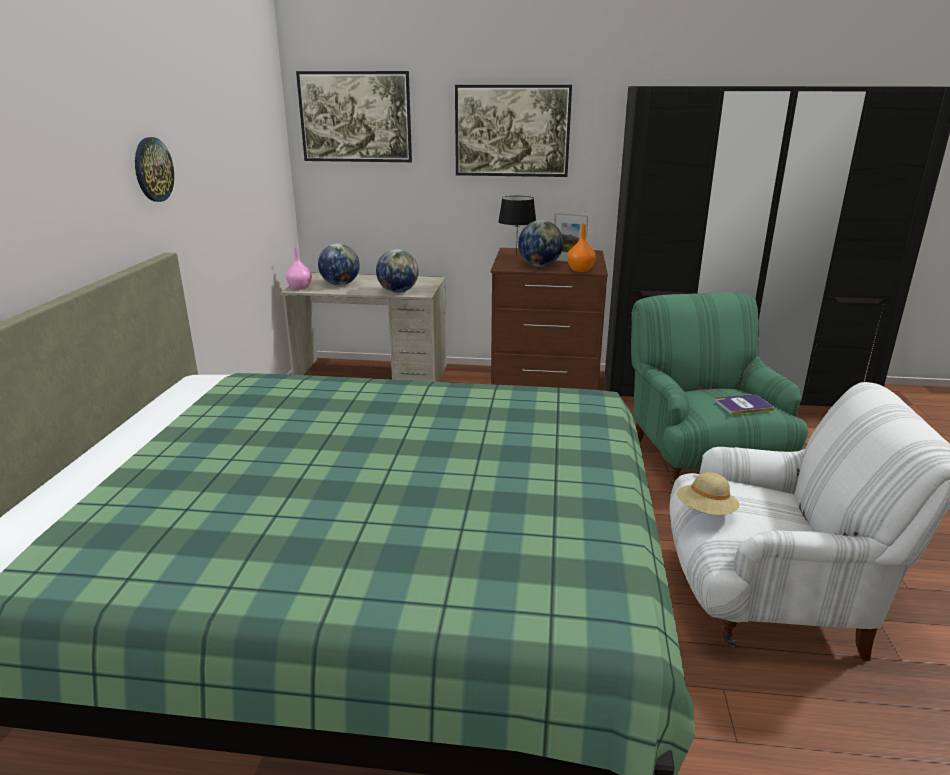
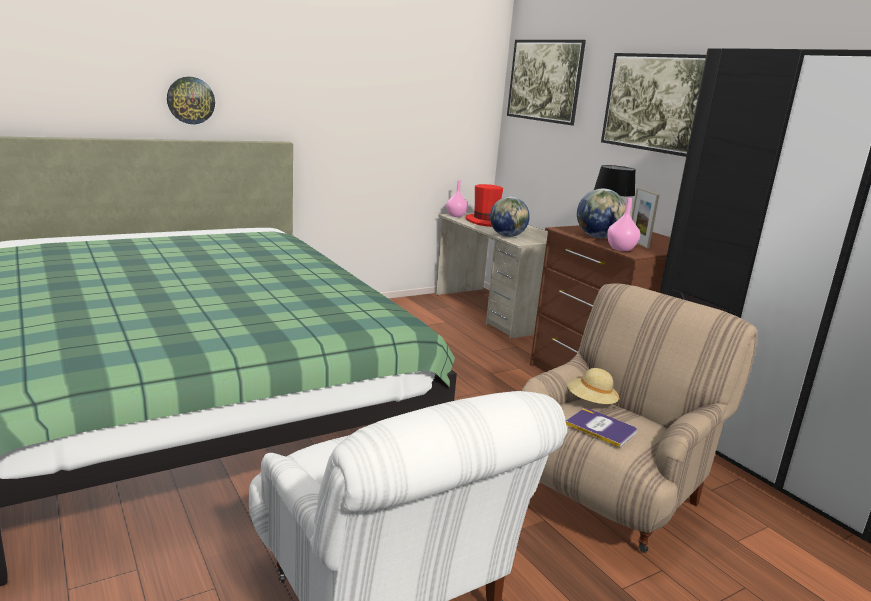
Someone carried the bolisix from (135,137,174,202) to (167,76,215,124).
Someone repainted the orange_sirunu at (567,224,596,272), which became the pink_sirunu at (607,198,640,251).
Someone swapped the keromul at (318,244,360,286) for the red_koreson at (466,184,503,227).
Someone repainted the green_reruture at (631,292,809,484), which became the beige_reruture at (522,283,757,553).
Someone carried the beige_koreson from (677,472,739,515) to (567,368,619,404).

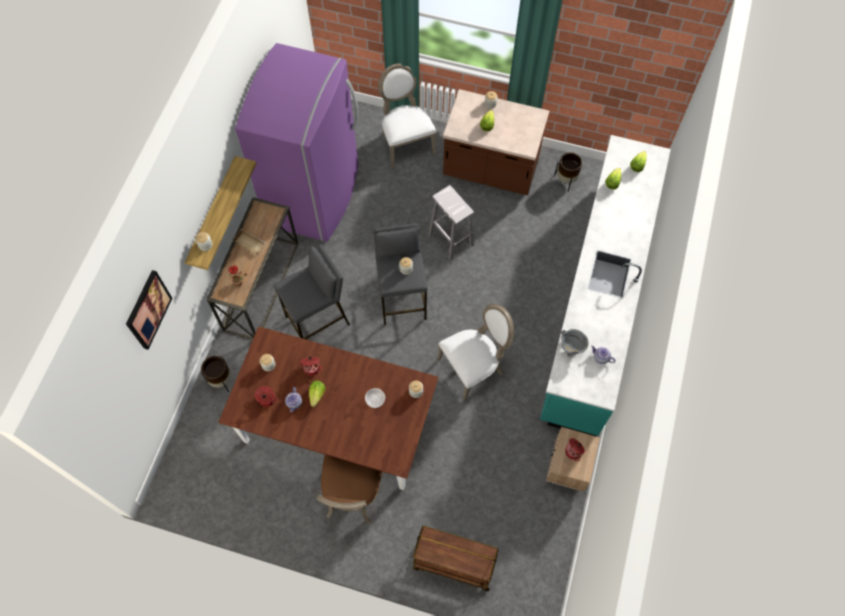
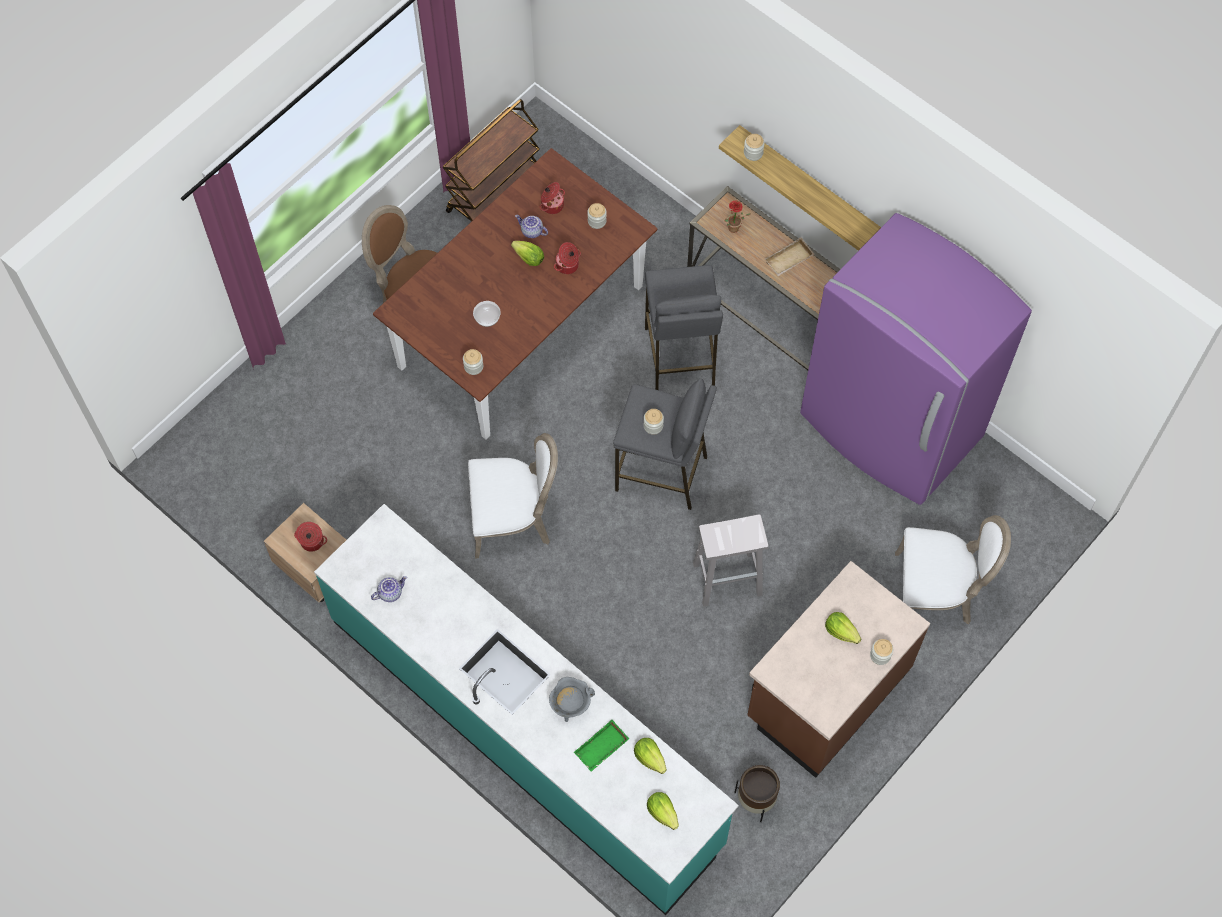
Someone took away the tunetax at (126,270,172,350).
Someone rotated the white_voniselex at (437,304,514,402) by 90 degrees counterclockwise.
Someone carried the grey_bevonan from (561,329,589,357) to (549,677,595,722).
Someone took away the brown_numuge at (201,356,231,392).
Someone carried the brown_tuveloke from (413,526,499,591) to (443,99,539,222).
Someone put down the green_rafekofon at (574,720,629,772).

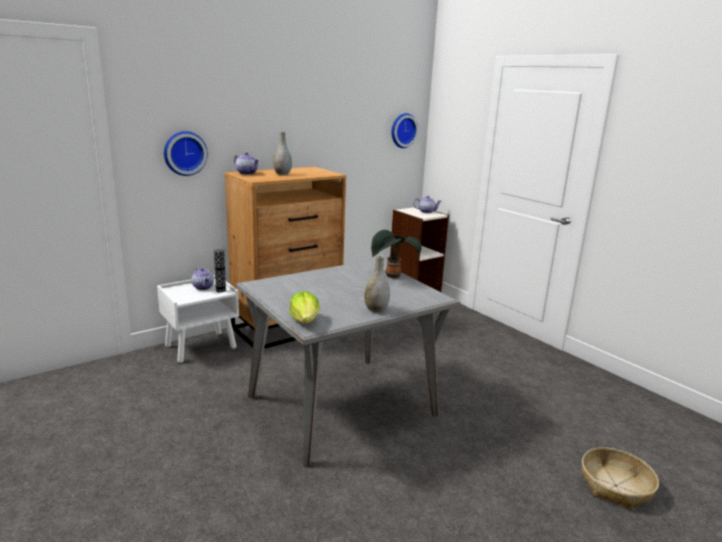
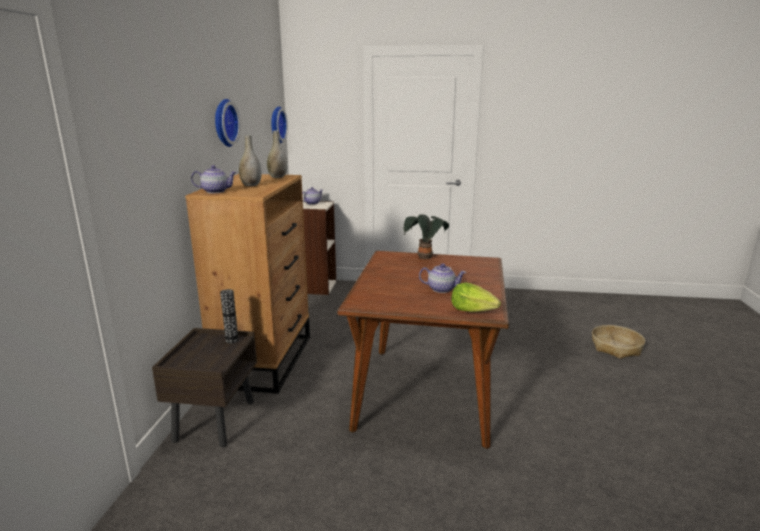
Someone carried the bolisix from (164,131,208,176) to (215,99,240,147).
Someone carried the grey_sirunu from (364,255,390,312) to (267,130,287,178).
Someone repainted the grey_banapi at (236,260,461,467), which became the brown_banapi at (338,251,509,449).
Someone carried the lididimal from (192,268,214,290) to (419,264,466,293).
Someone repainted the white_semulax at (157,275,239,363), which became the brown_semulax at (152,328,257,447).

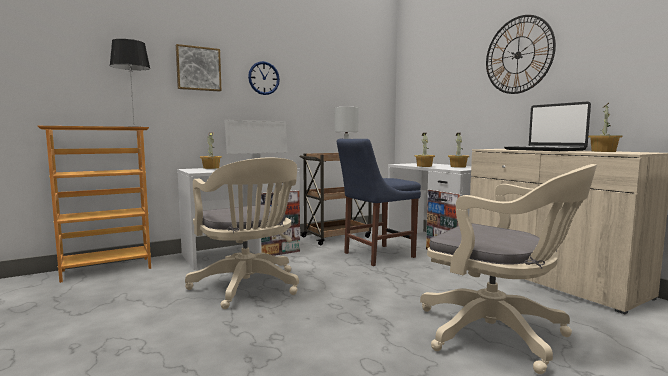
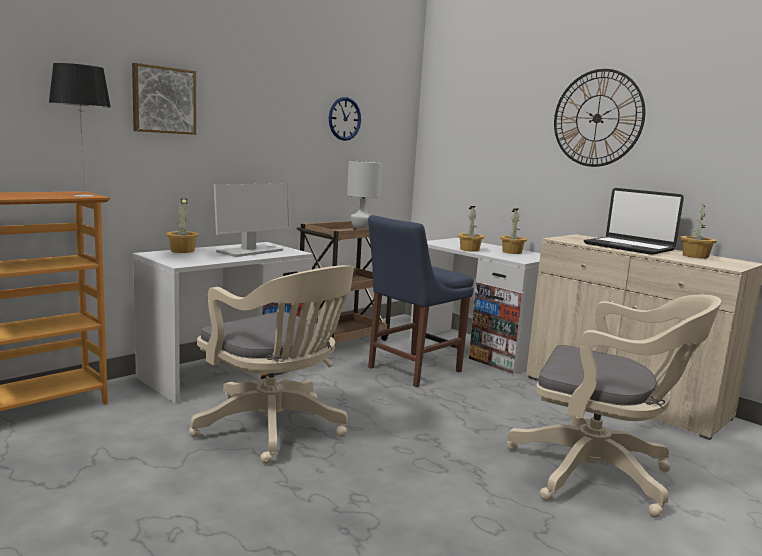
Someone carried the bolisix from (248,61,280,95) to (329,97,361,141).

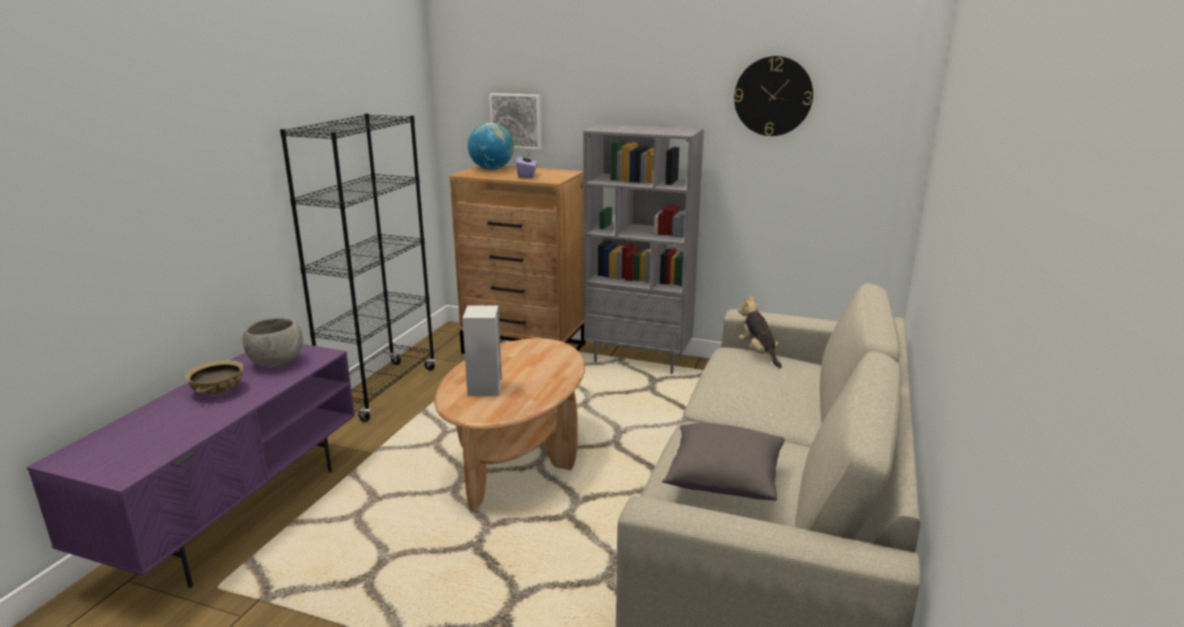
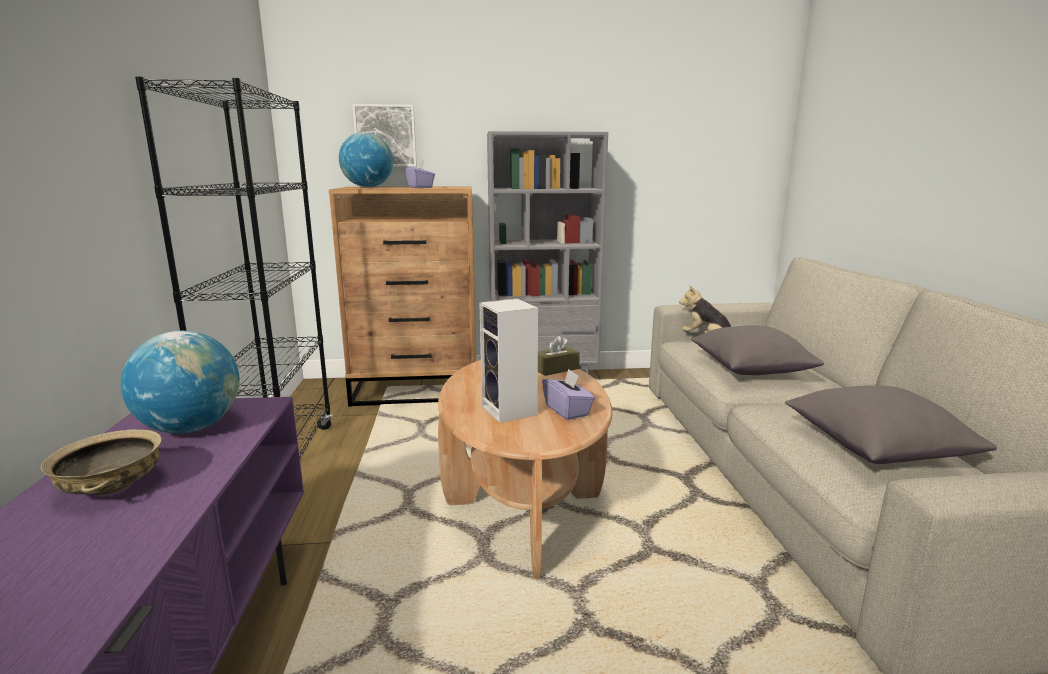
Someone took away the bolisix at (734,56,813,136).
Someone swapped the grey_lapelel at (243,318,303,367) for the keromul at (120,331,240,434).
Someone put down the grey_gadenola at (691,325,824,375).
Someone put down the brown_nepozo at (538,336,580,376).
Someone put down the purple_nepozo at (542,369,595,420).

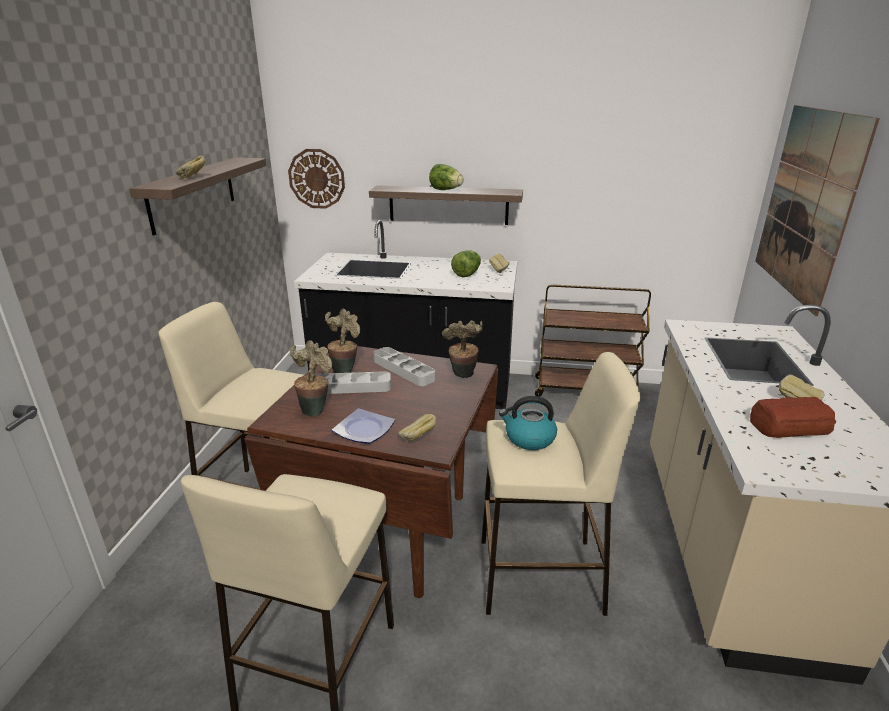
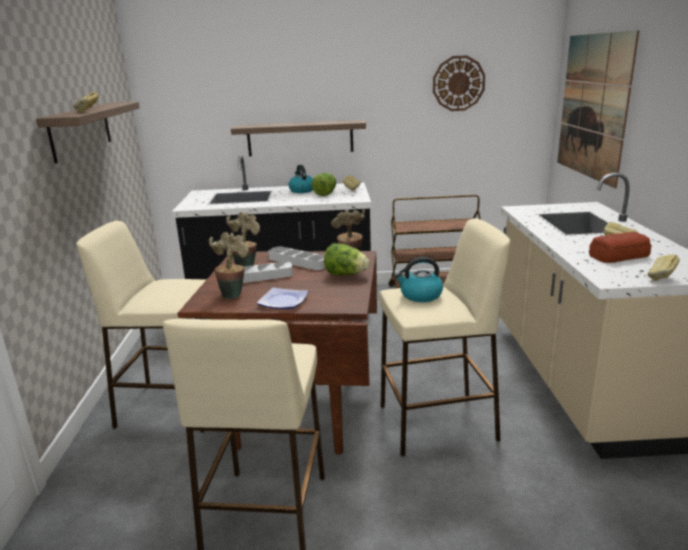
Someone carried the bolisix from (288,149,345,209) to (433,55,485,111).
Someone carried the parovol from (429,164,464,190) to (324,243,370,275).
Someone carried the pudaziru from (398,414,436,442) to (648,254,680,281).
Someone put down the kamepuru at (288,165,313,193).

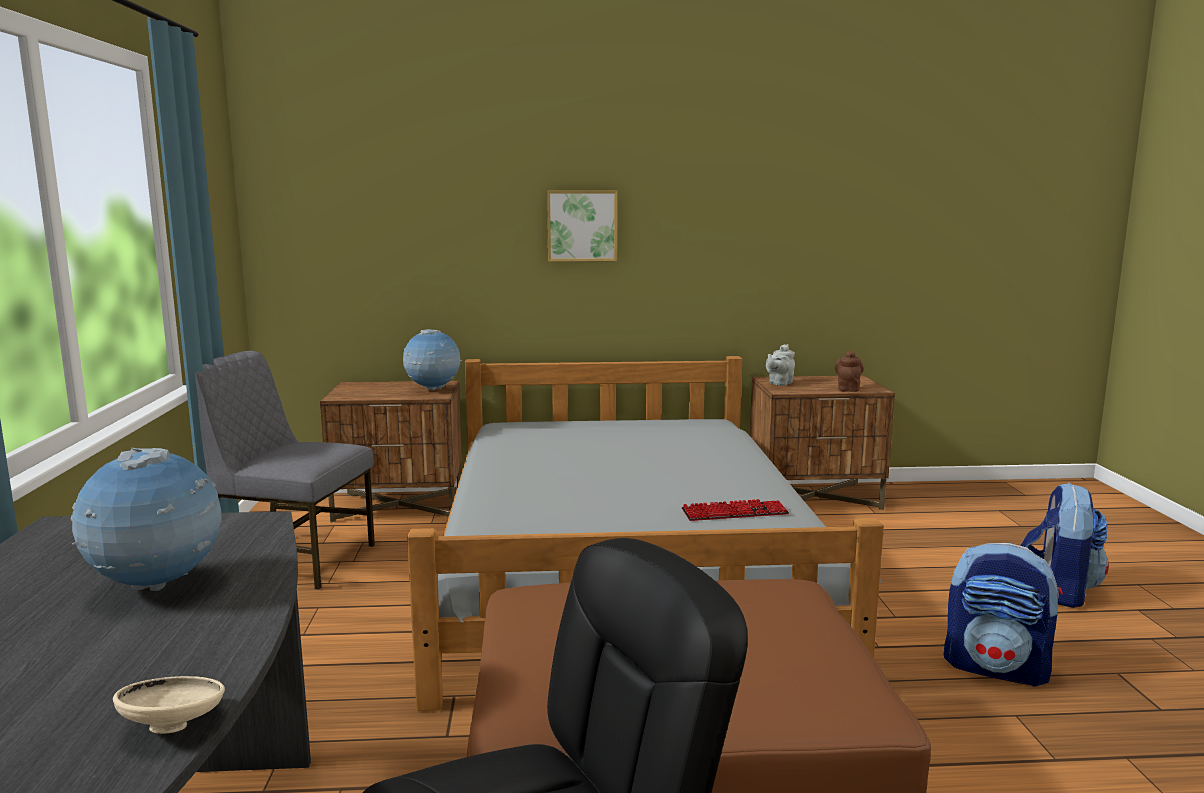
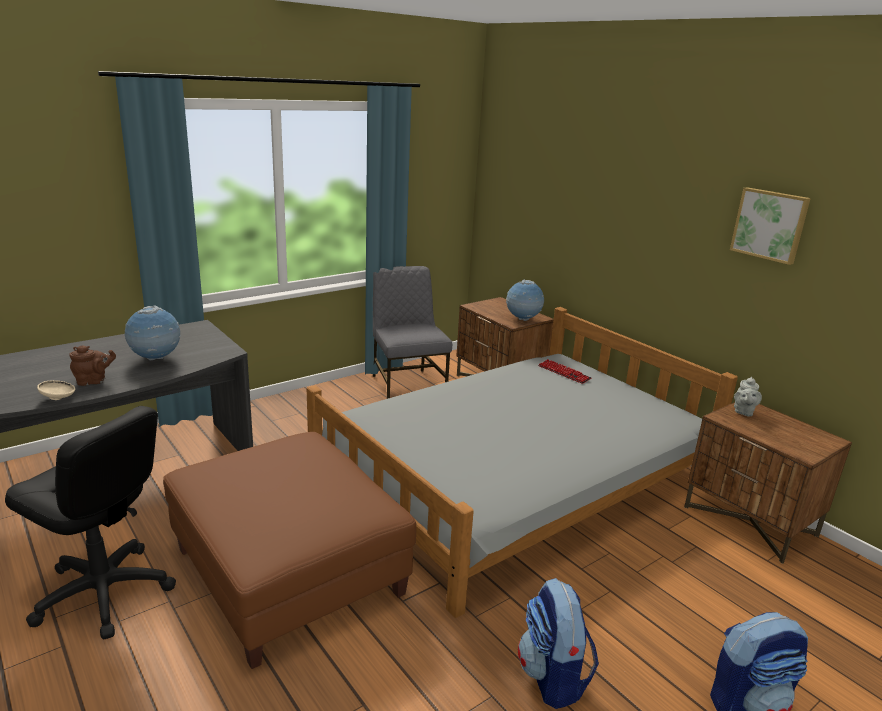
Someone carried the tunetax from (547,191,617,261) to (730,187,811,265).
Someone rotated the grey_lididimal at (766,344,795,386) by 75 degrees counterclockwise.
Someone carried the brown_lididimal from (835,351,864,392) to (69,346,116,386).
Someone carried the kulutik from (681,499,789,521) to (538,359,592,384).

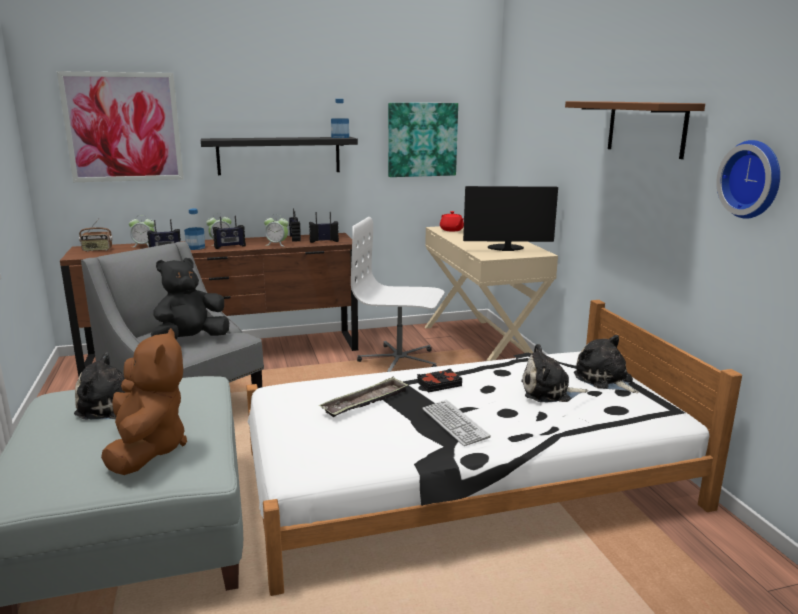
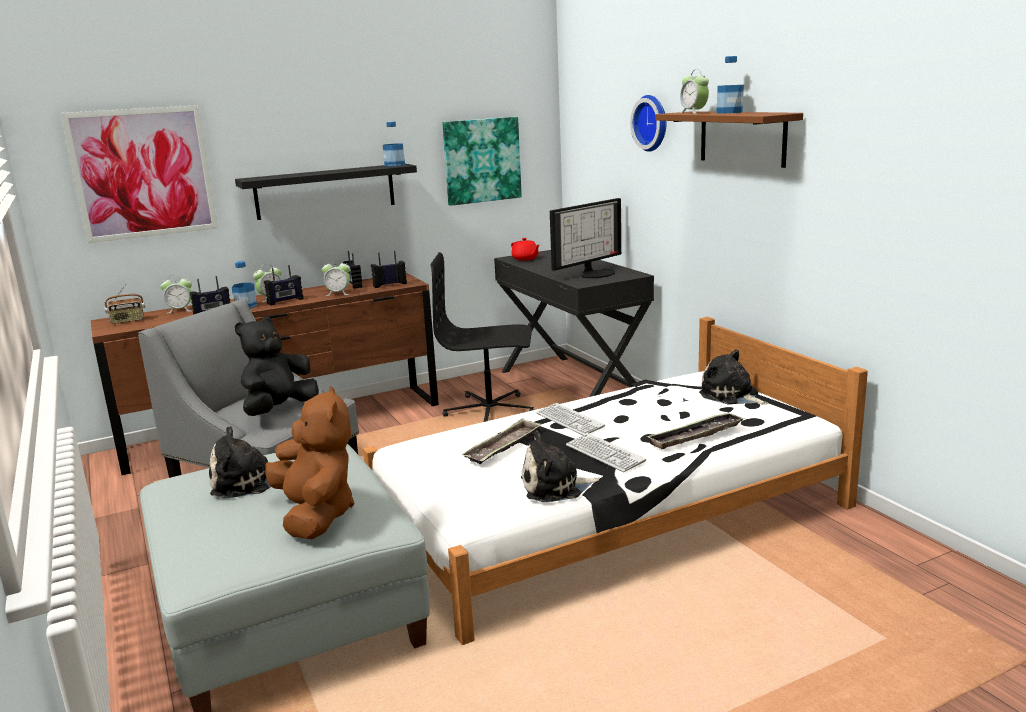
Someone carried the bolisix from (716,140,780,219) to (630,95,666,152).
Someone rotated the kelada at (463,186,558,251) by 150 degrees clockwise.
Someone repainted the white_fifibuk at (351,217,444,372), which became the black_fifibuk at (430,252,534,422).
Someone repainted the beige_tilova at (425,226,558,361), which became the black_tilova at (494,250,654,397).
Someone carried the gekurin from (521,344,588,402) to (521,430,600,502).
Someone swapped the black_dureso at (417,369,462,392) for the kulutik at (536,403,605,435).
Someone put down the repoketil at (716,56,744,114).
Someone put down the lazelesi at (680,69,709,114).
Someone put down the rafekofon at (647,412,745,449).

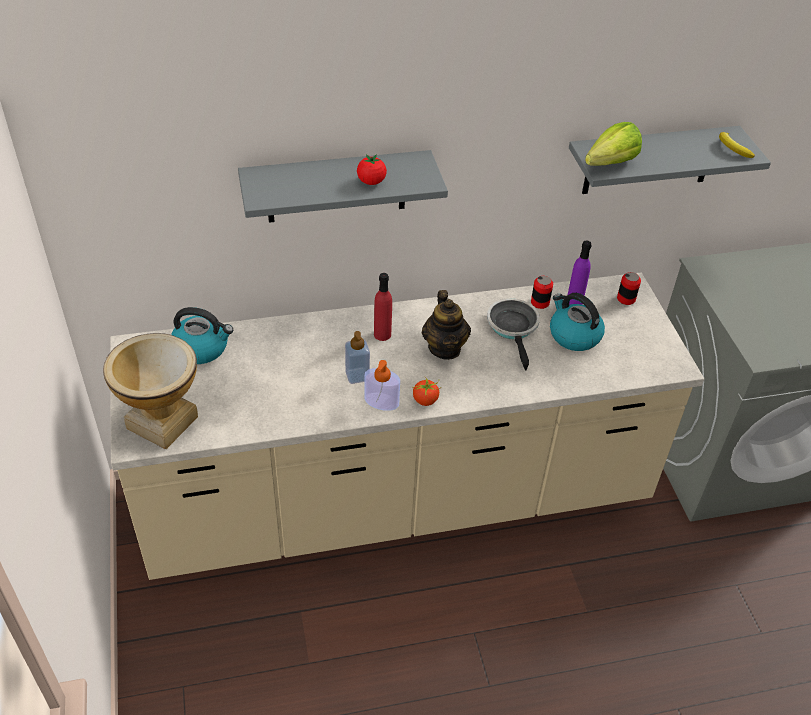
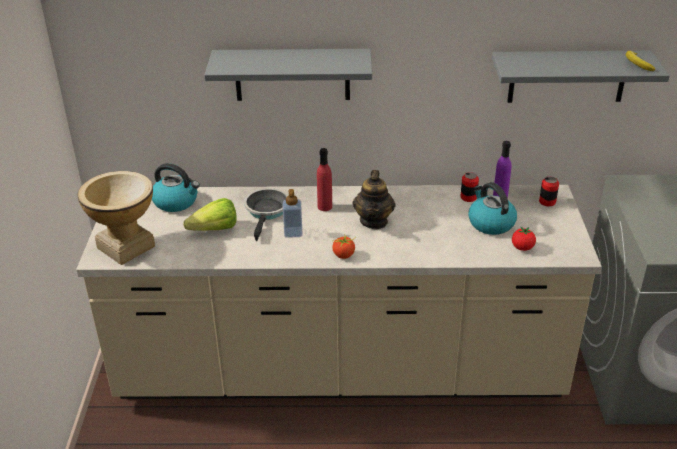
Someone carried the parovol from (585,122,642,166) to (183,198,237,231).
Someone carried the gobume from (357,154,387,185) to (512,226,536,251).
Someone carried the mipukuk from (487,298,540,371) to (244,188,288,241).
Someone took away the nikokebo at (364,360,400,411).

